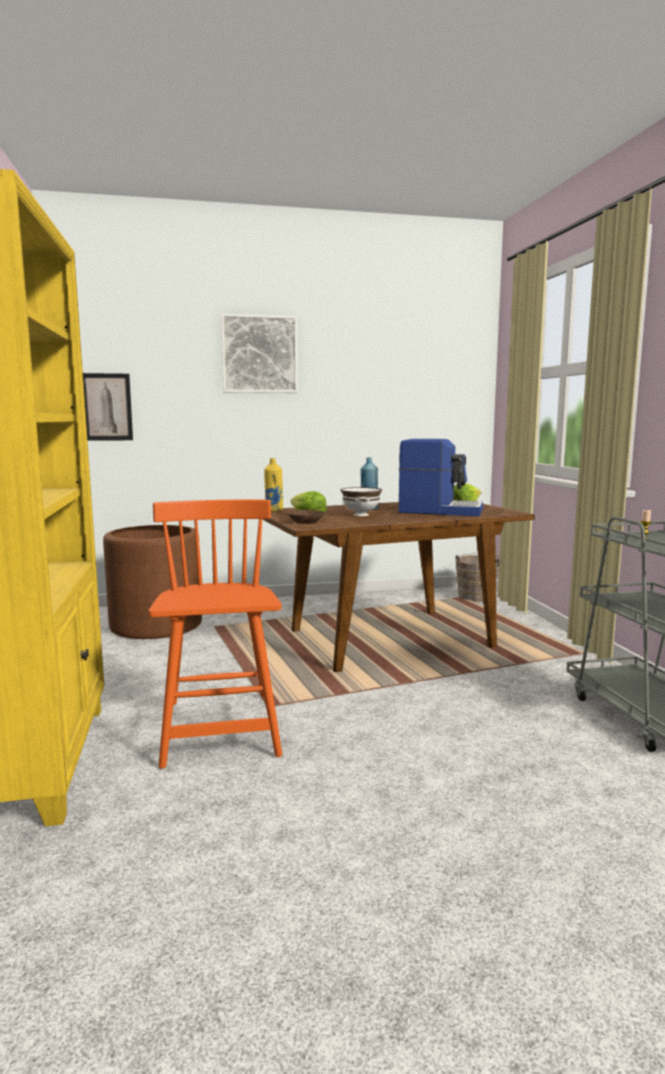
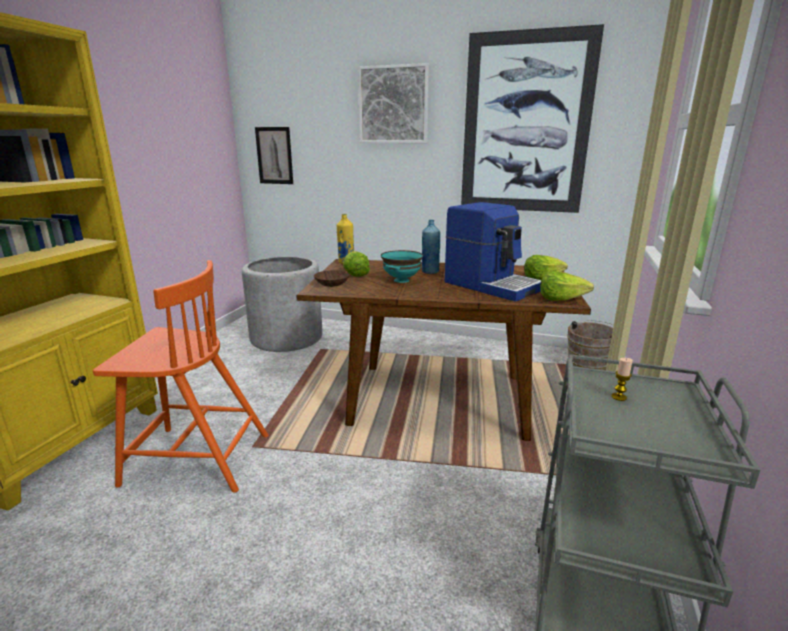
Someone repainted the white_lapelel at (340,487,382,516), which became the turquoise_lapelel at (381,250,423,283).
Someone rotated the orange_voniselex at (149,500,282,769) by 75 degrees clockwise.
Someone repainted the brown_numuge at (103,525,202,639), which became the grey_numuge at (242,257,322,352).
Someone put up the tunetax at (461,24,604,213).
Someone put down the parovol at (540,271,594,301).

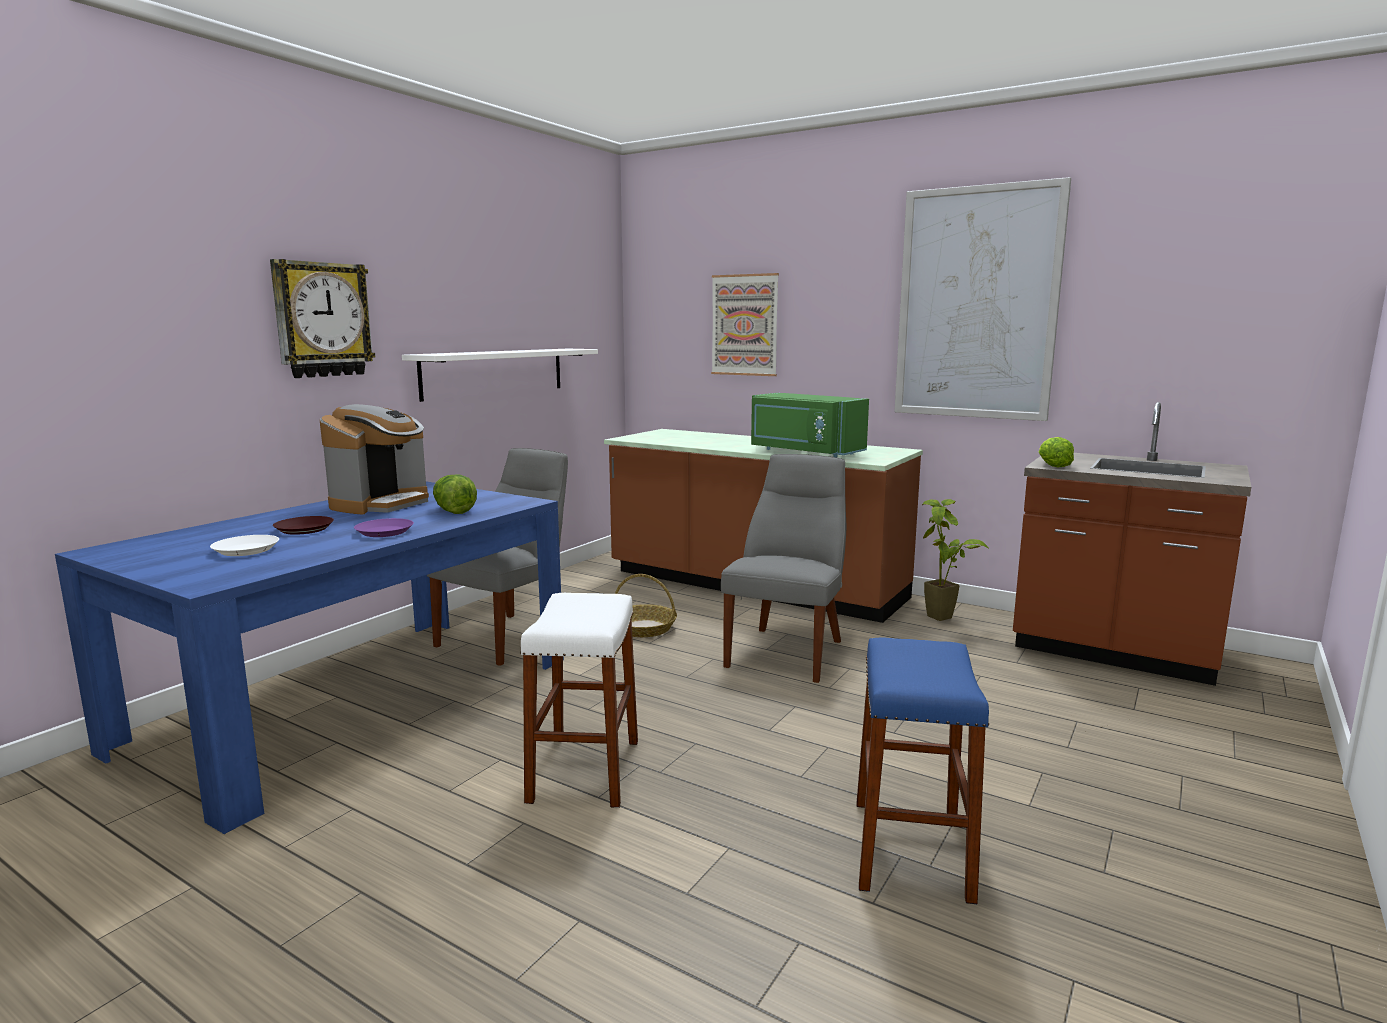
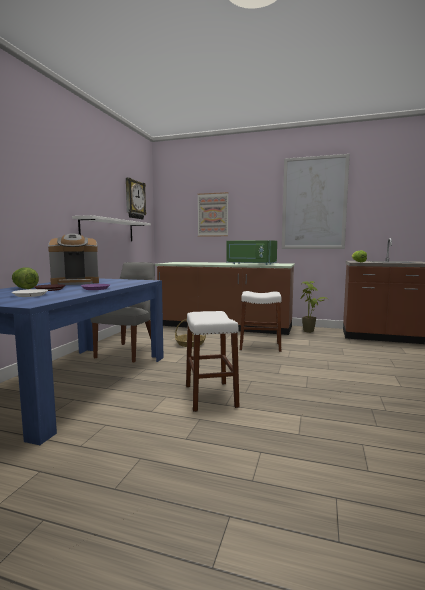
Someone carried the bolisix from (270,259,375,378) to (126,178,147,219).
Someone rotated the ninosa at (320,404,429,515) by 60 degrees clockwise.
Someone swapped the grey_voniselex at (721,454,846,683) for the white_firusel at (240,291,282,352).
Someone carried the parovol from (433,474,477,514) to (12,268,39,289).
Someone took away the blue_firusel at (857,638,989,904).

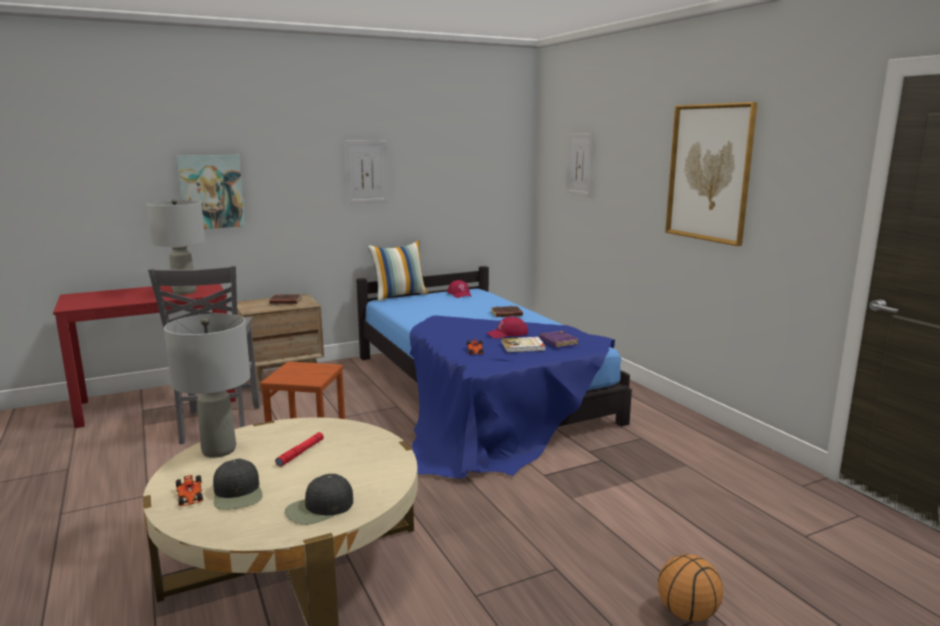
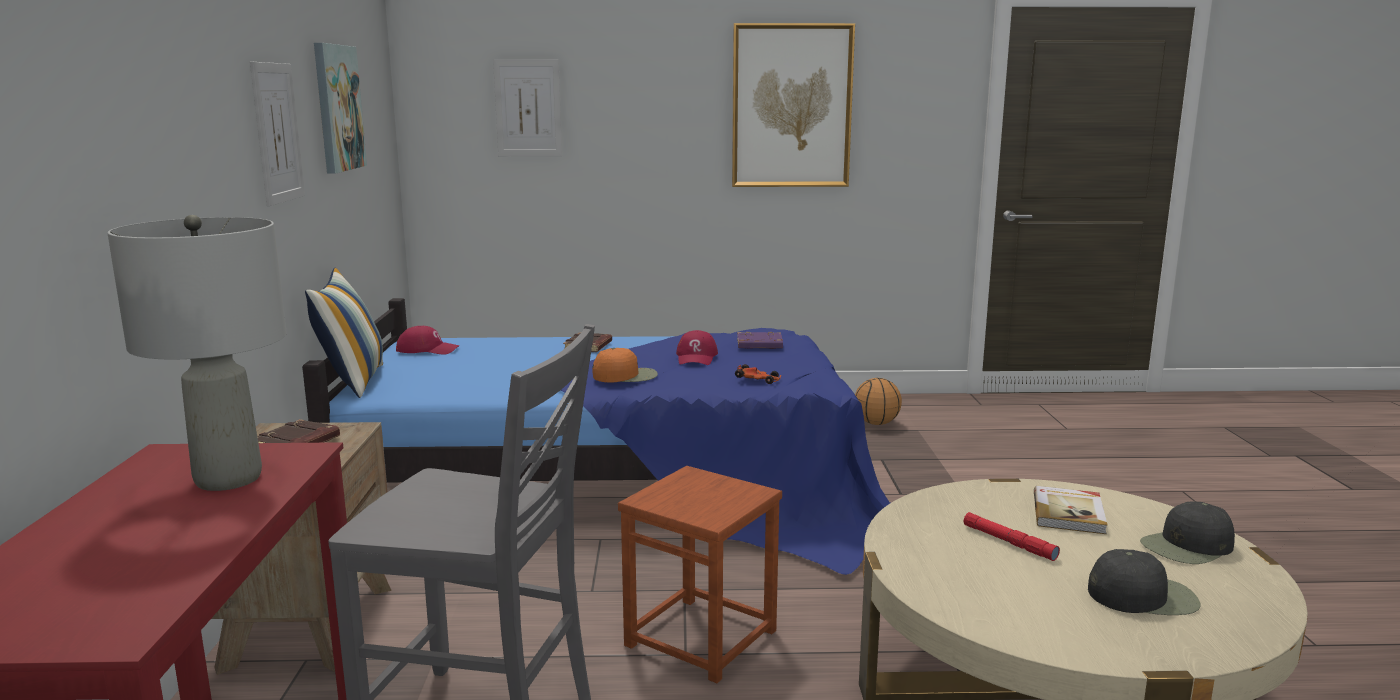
Someone carried the tunetax from (176,155,245,229) to (314,43,367,174).
Someone took away the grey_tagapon at (164,314,250,458).
Someone carried the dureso from (501,337,546,352) to (1034,486,1108,534).
Someone rotated the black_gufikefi at (285,474,353,525) by 75 degrees clockwise.
Someone took away the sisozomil at (176,475,203,506).
Someone carried the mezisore from (658,554,723,622) to (855,378,902,425).
Someone put down the orange_gufikefi at (592,348,658,383).

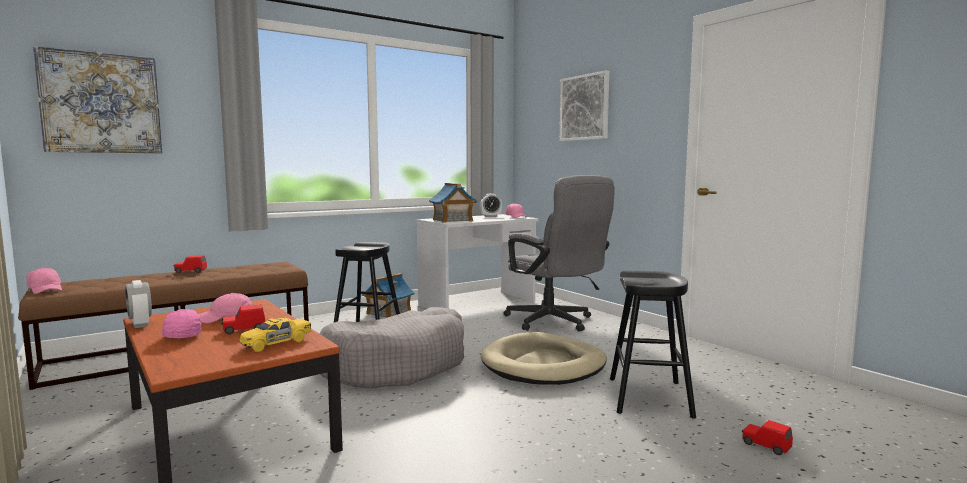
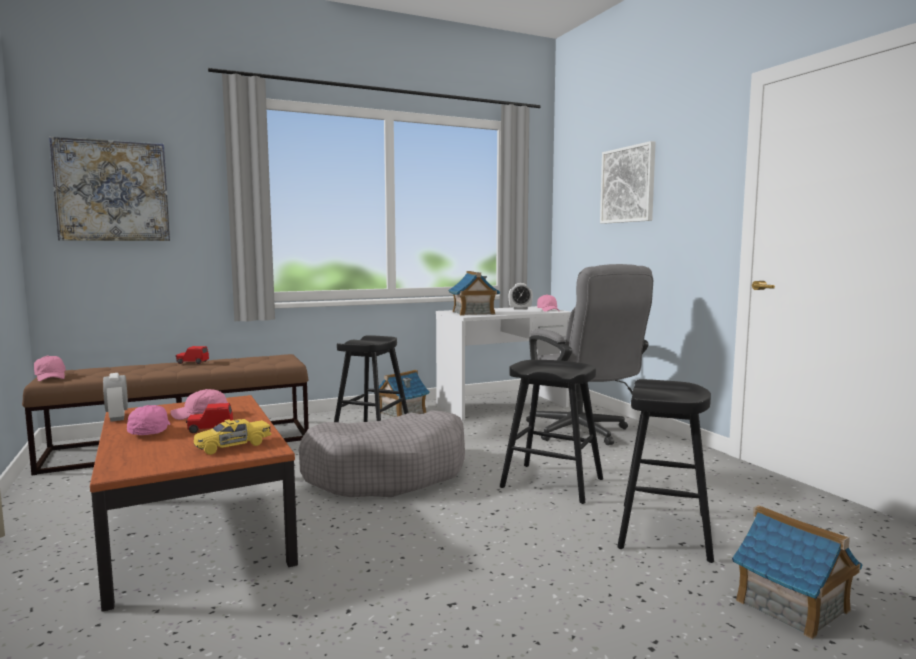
Someone swapped the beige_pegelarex at (480,332,607,385) for the black_firusel at (500,360,603,504).
Someone swapped the red_sisozomil at (742,420,793,455) for the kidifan at (732,505,863,639).

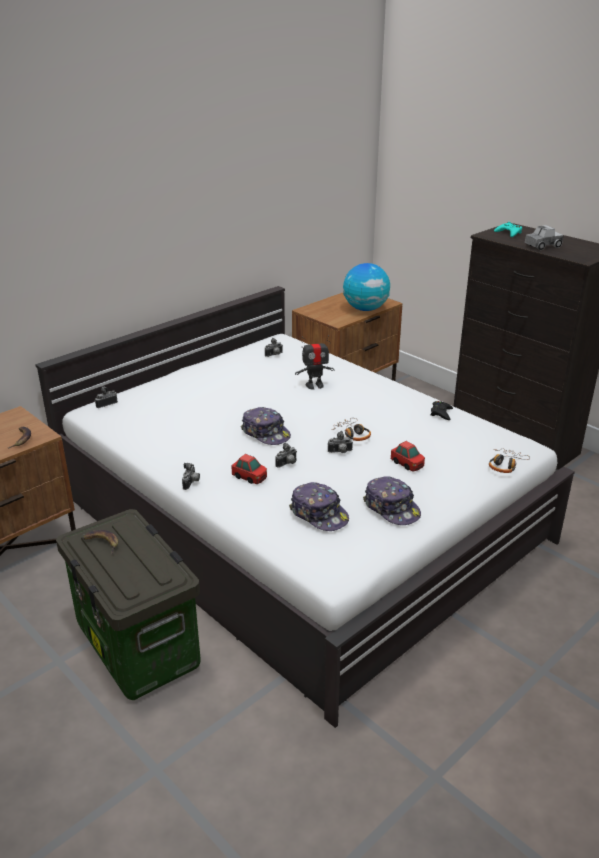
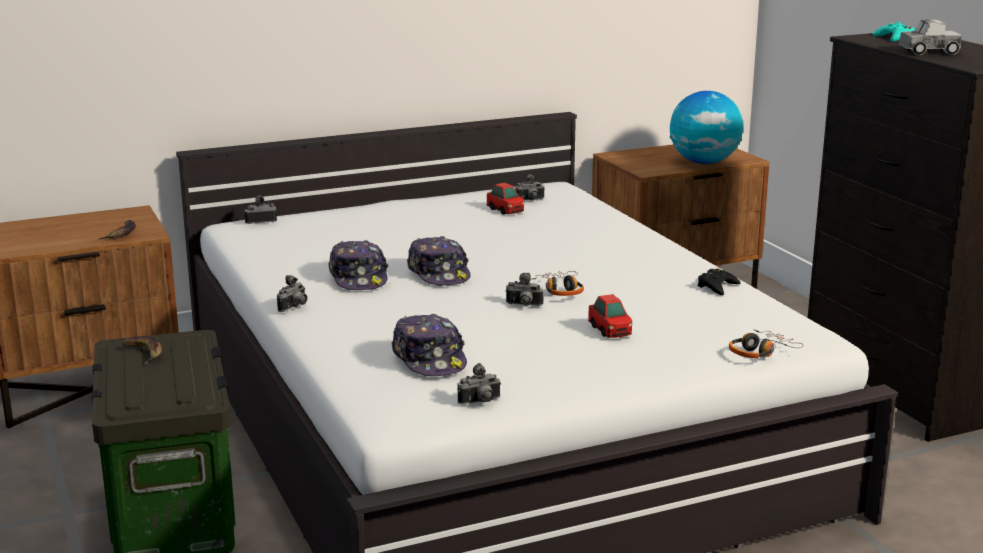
Someone took away the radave at (295,335,334,390).
Someone carried the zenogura from (275,443,297,468) to (457,363,501,405).
Someone carried the sisozomil from (231,454,267,484) to (487,183,524,214).
Someone carried the gufikefi from (363,476,421,525) to (328,240,389,290).

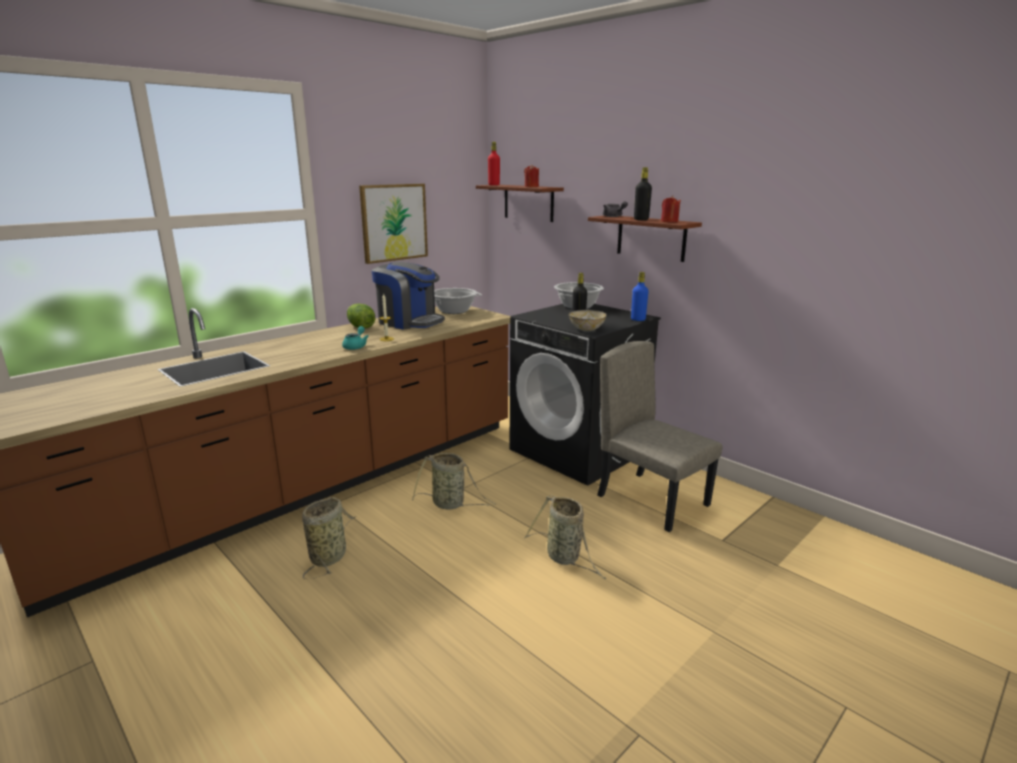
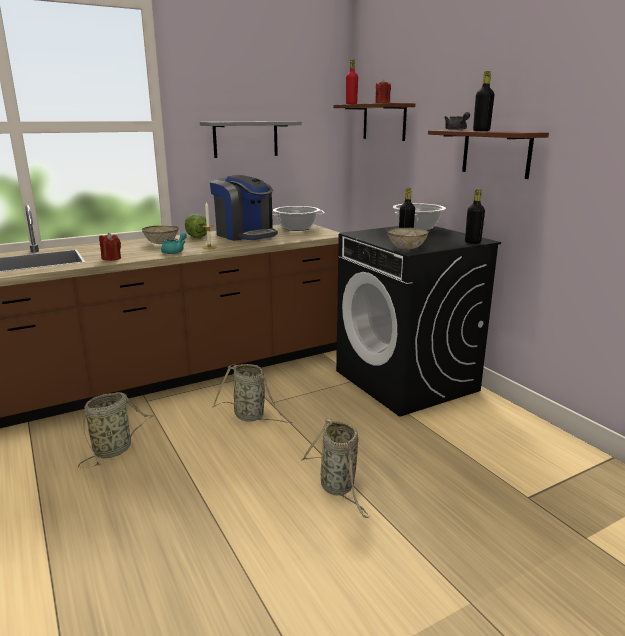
Someone swapped the tunetax at (359,184,428,264) for the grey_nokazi at (200,121,302,158).
Someone carried the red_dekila from (661,195,681,222) to (99,233,121,261).
Someone repainted the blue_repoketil at (631,272,649,321), which became the black_repoketil at (465,189,485,244).
Someone took away the beige_voniselex at (597,341,723,532).
Someone put down the lapelel at (142,226,179,244).

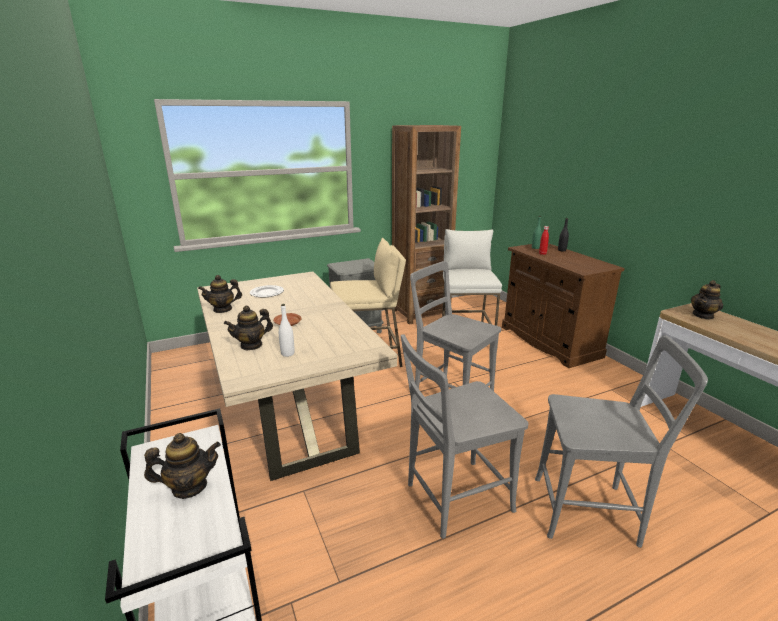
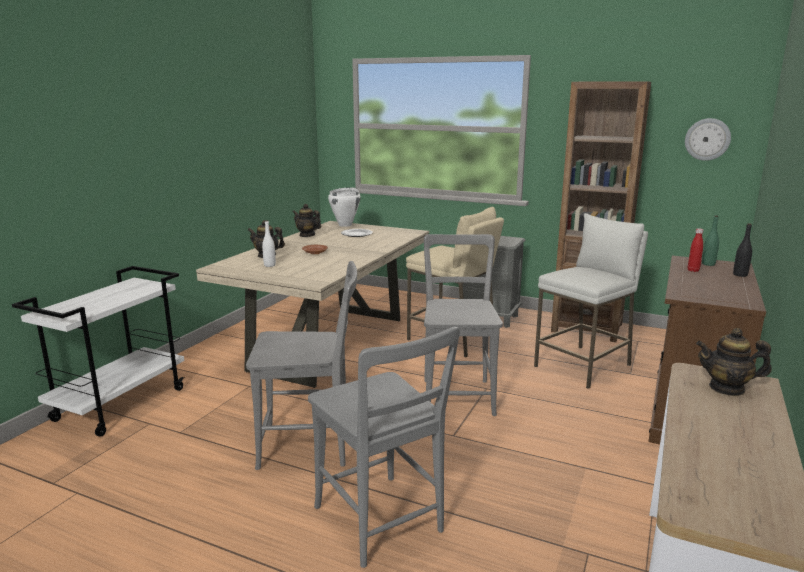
Someone rotated the grey_voniselex at (401,334,528,539) by 150 degrees clockwise.
Someone took away the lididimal at (144,433,221,499).
Someone put up the bolisix at (685,118,731,161).
Someone put down the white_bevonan at (328,187,361,227).

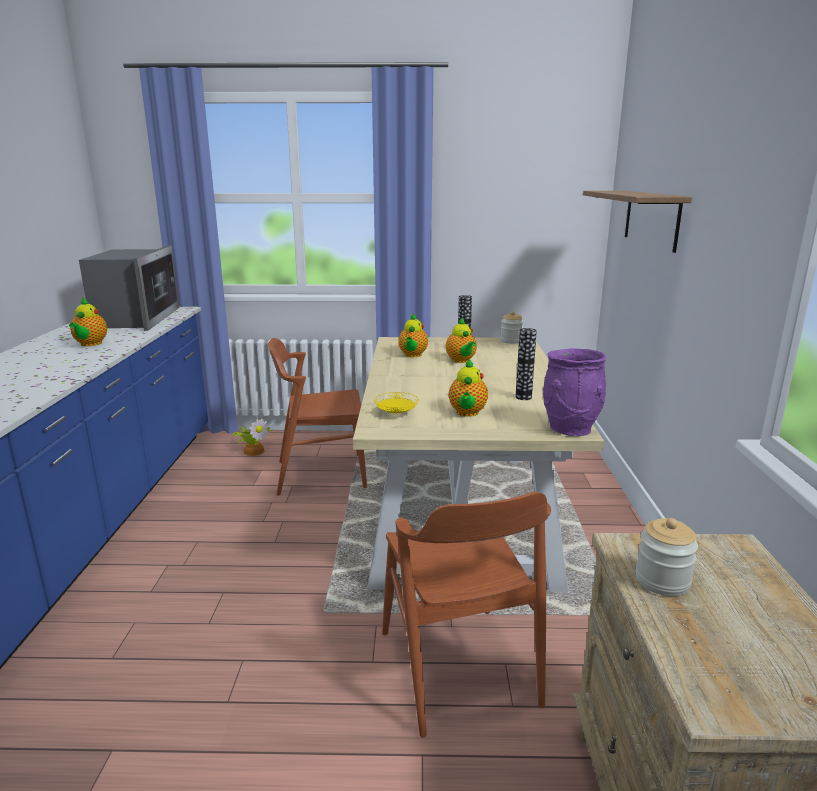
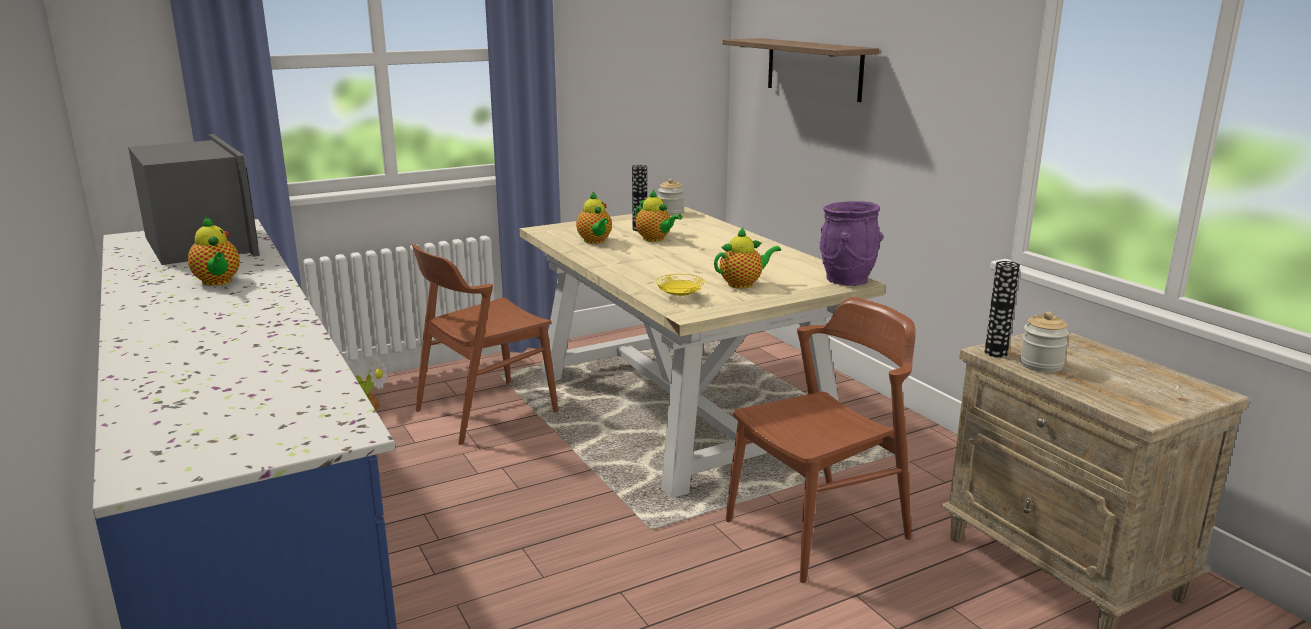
Someone carried the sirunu from (516,328,537,400) to (985,261,1020,357).
Someone rotated the lididimal at (449,359,488,416) by 90 degrees counterclockwise.
Someone rotated the brown_voniselex at (382,492,551,738) by 75 degrees counterclockwise.

